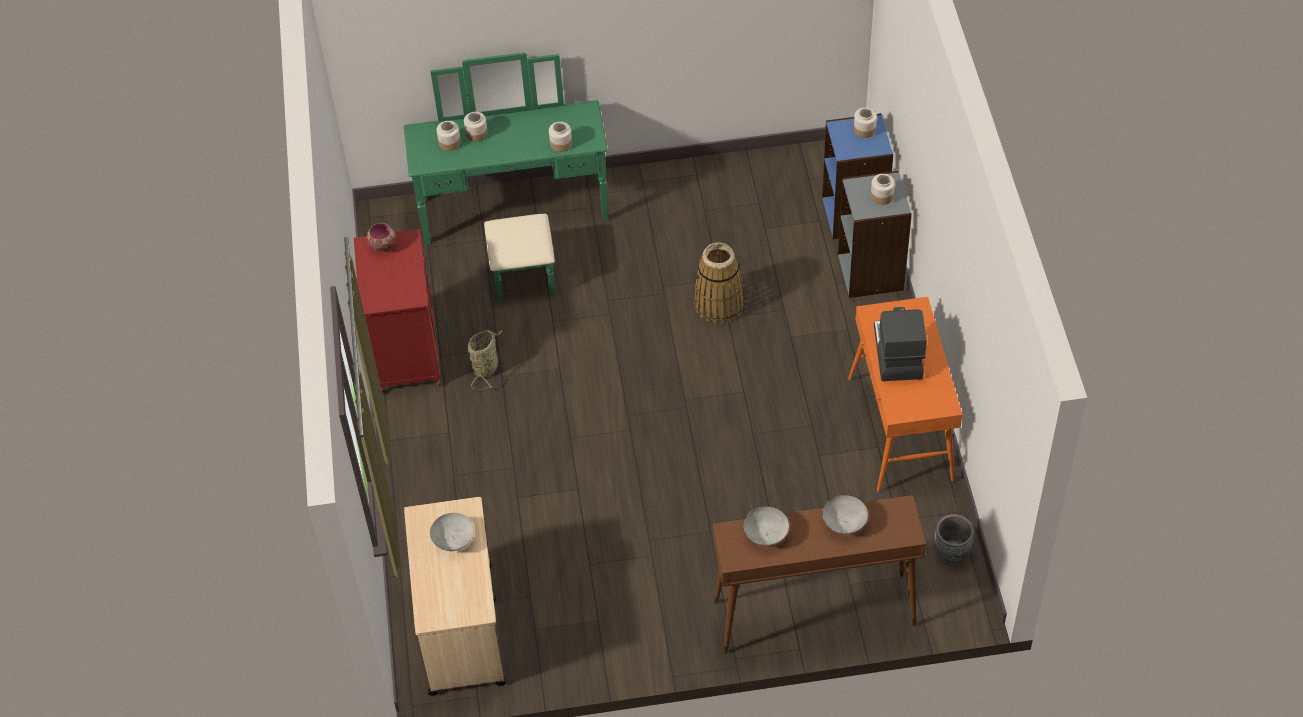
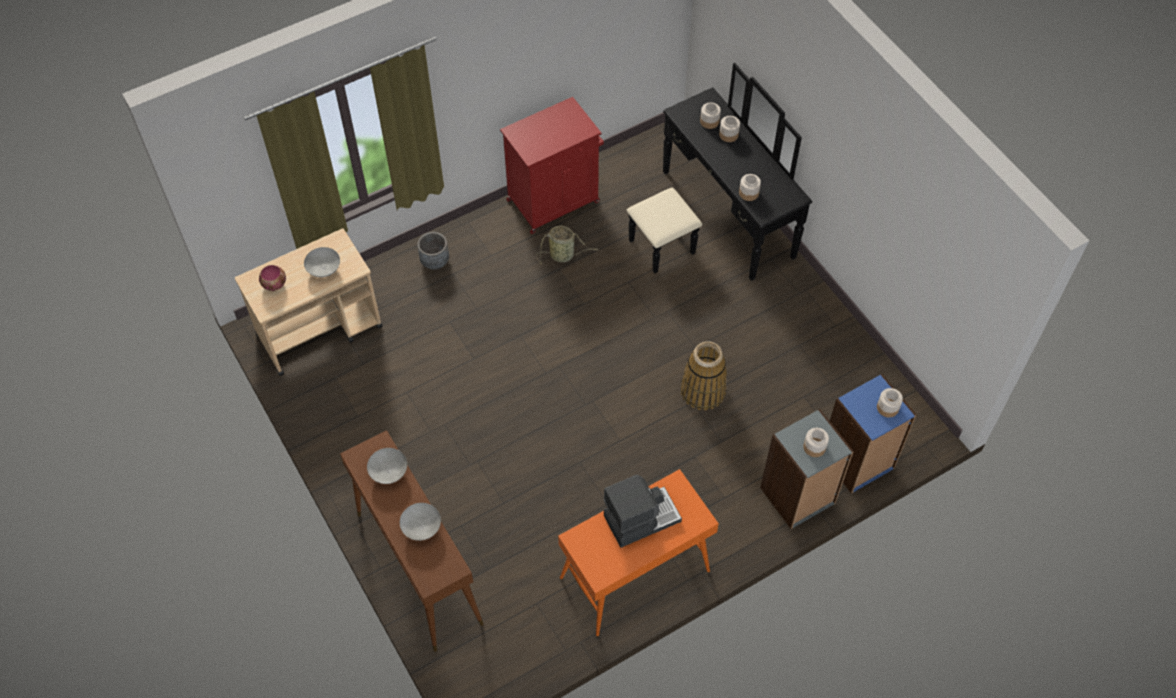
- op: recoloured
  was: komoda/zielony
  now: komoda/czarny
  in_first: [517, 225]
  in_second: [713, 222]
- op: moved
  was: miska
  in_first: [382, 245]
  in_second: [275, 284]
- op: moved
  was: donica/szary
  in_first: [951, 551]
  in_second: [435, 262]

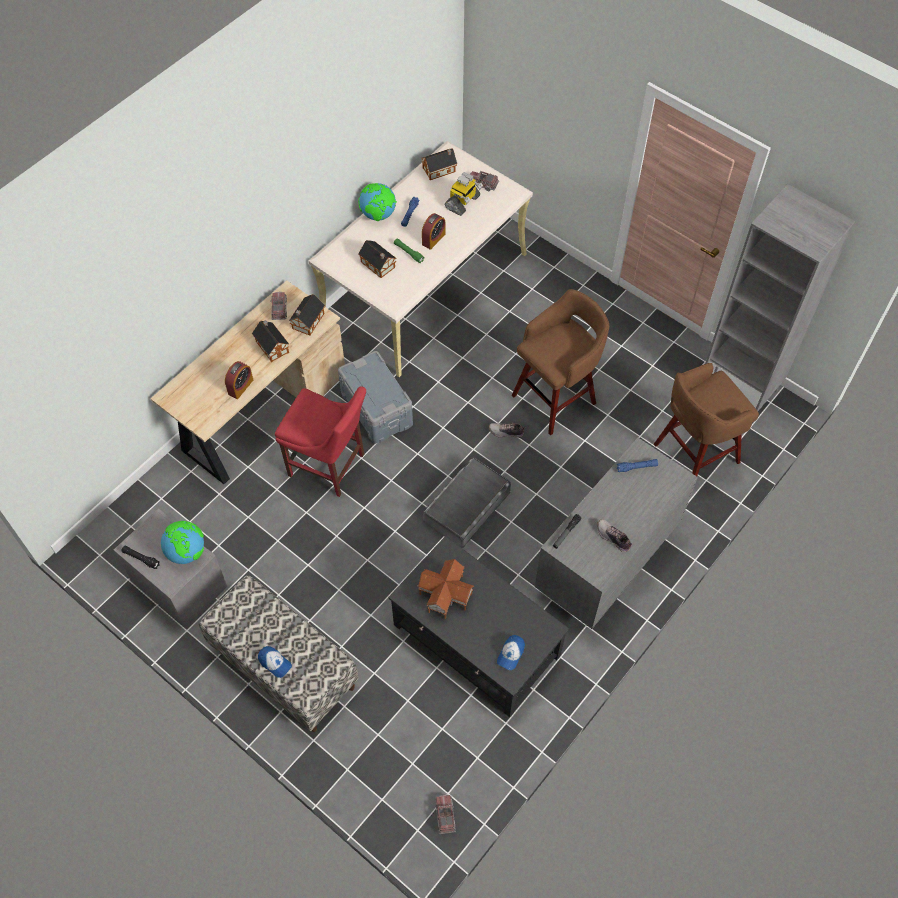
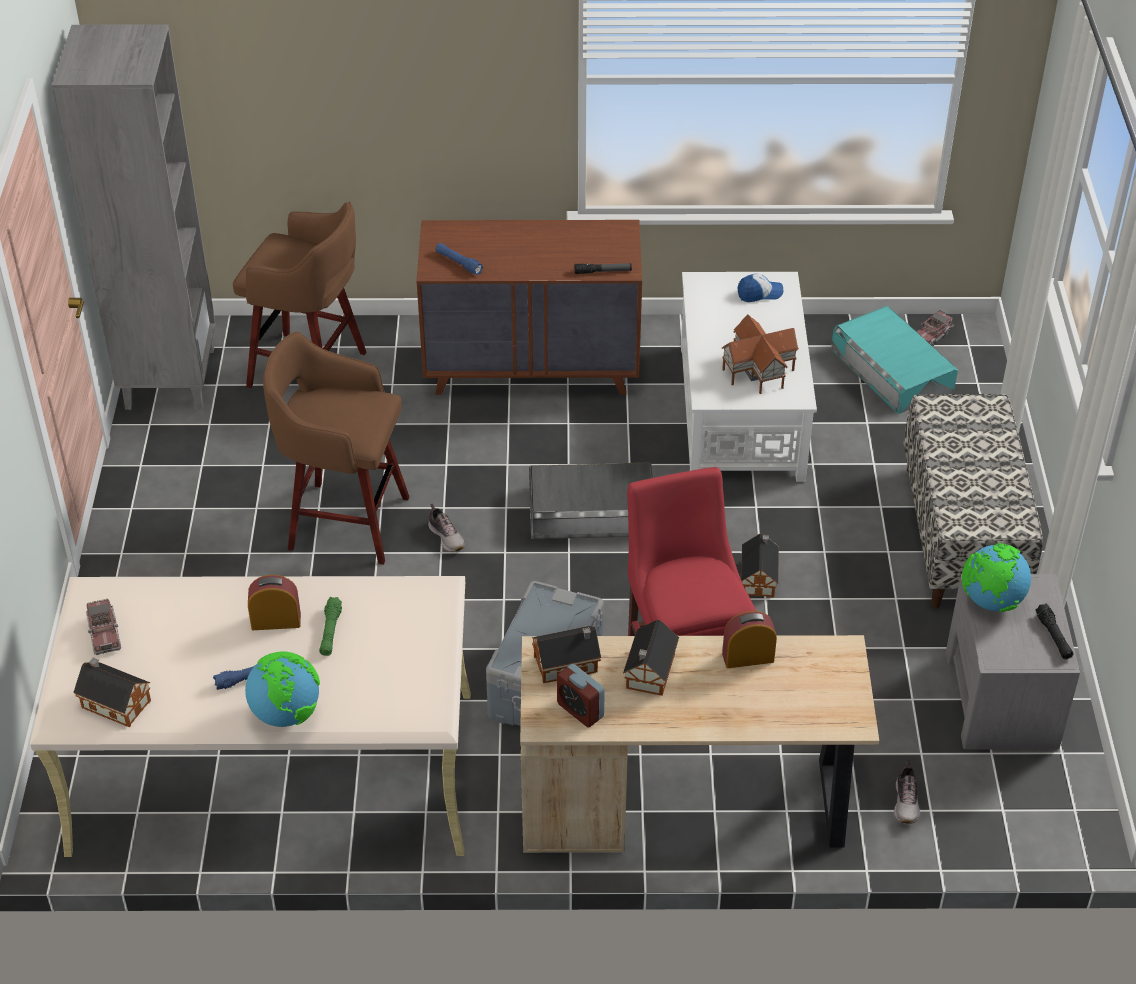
- op: removed
  was: robot zabawkowy
  in_first: [463, 202]
- op: moved
  was: domek
  in_first: [378, 265]
  in_second: [759, 577]
- op: replaced
  was: ciężarówka zabawkowa
  now: budzik
  in_first: [279, 309]
  in_second: [580, 710]
- op: recoloured
  was: komoda/szary
  now: komoda/brązowy
  in_first: [606, 562]
  in_second: [532, 368]
- op: moved
  was: but
  in_first: [613, 538]
  in_second: [906, 802]
- op: recoloured
  was: ława/czarny
  now: ława/biały
  in_first: [477, 641]
  in_second: [741, 411]
- op: removed
  was: czapka z daszkiem
  in_first: [275, 663]
- op: added
  now: pojemnik do przechowywania/turkusowy
  in_second: [892, 369]

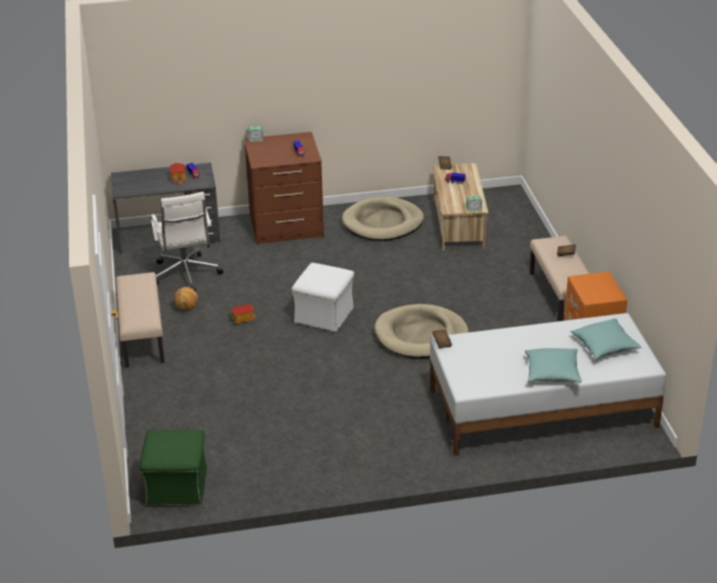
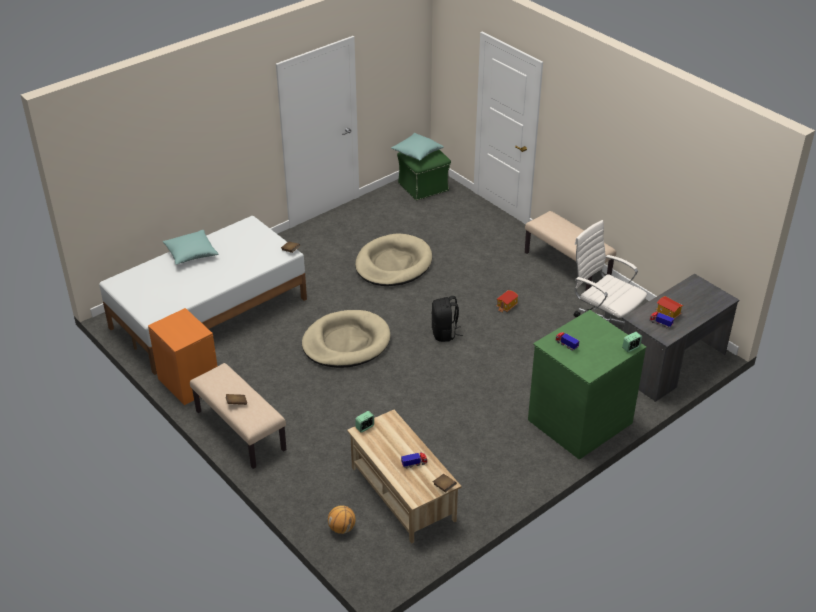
- op: recoloured
  was: komoda/brązowy
  now: komoda/zielony
  in_first: [286, 226]
  in_second: [578, 420]
- op: moved
  was: legowisko/beżowy
  in_first: [383, 223]
  in_second: [393, 264]
- op: replaced
  was: pufa/biały
  now: plecak/czarny
  in_first: [324, 315]
  in_second: [444, 333]
- op: moved
  was: piłka do koszykówki
  in_first: [186, 308]
  in_second: [342, 528]
- op: moved
  was: poduszka/turkusowy
  in_first: [604, 346]
  in_second: [417, 153]

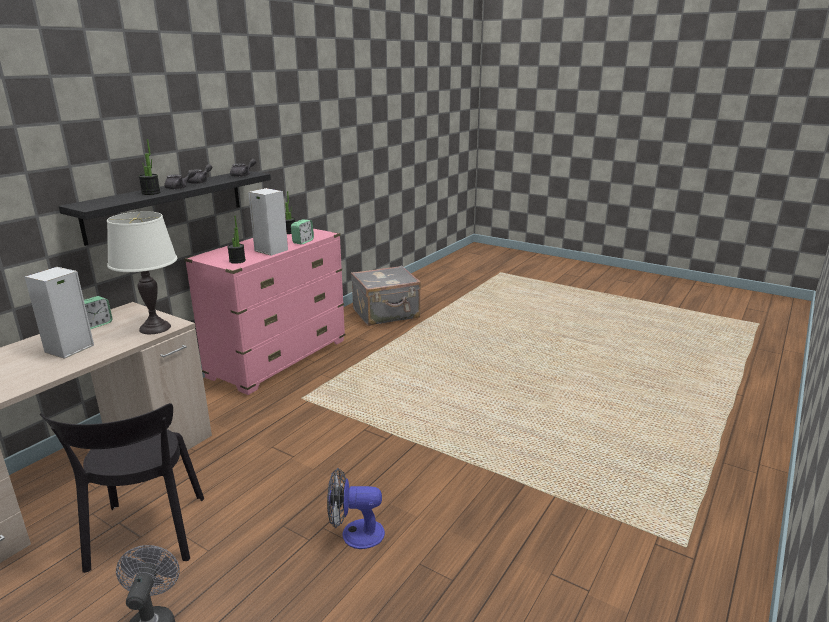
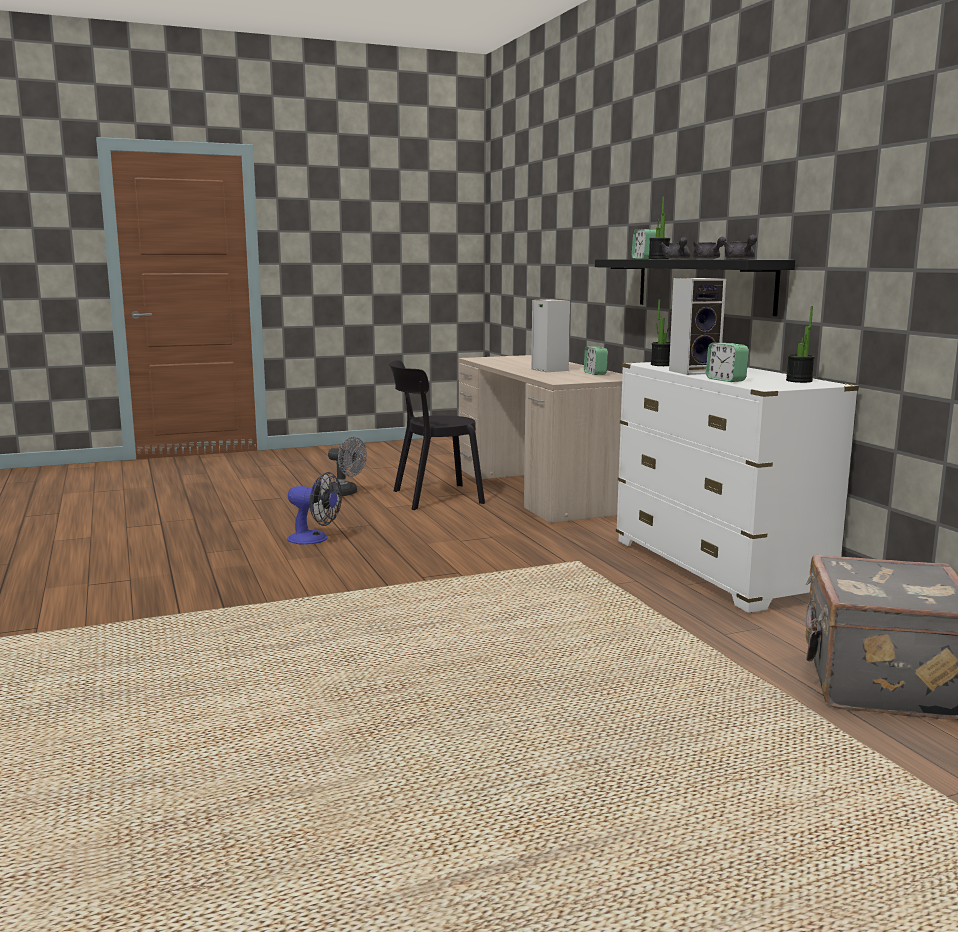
- op: removed
  was: lampa stołowa/biały
  in_first: [155, 328]
- op: recoloured
  was: komoda/różowy
  now: komoda/biały
  in_first: [279, 359]
  in_second: [716, 569]
- op: turned
  was: krzesło/czarny
  in_first: [146, 536]
  in_second: [433, 497]
  clockwise: -45
- op: turned
  was: wentylator
  in_first: [355, 534]
  in_second: [314, 539]
  clockwise: 75
- op: added
  now: budzik
  in_second: [644, 259]

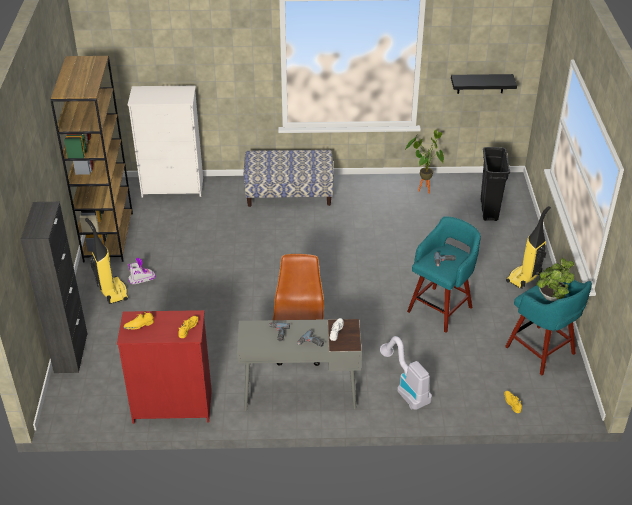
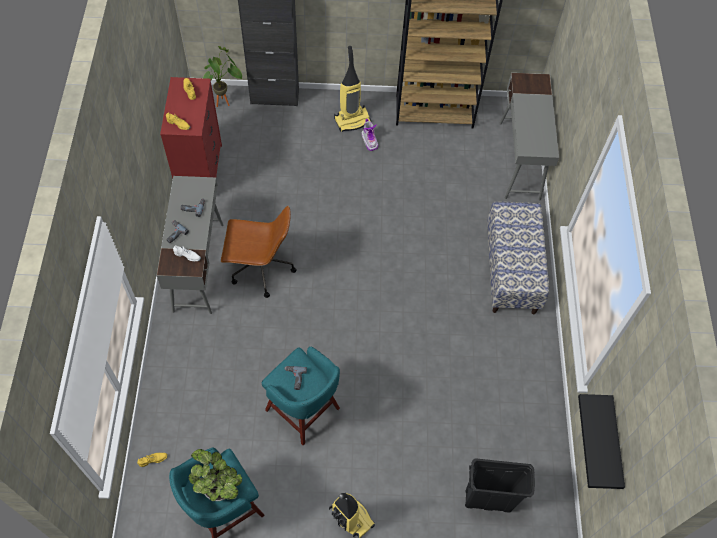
- op: replaced
  was: komoda/biały
  now: biurko/szary
  in_first: [173, 188]
  in_second: [519, 161]
- op: moved
  was: roślina doniczkowa
  in_first: [423, 188]
  in_second: [226, 102]
- op: removed
  was: odkurzacz
  in_first: [406, 388]

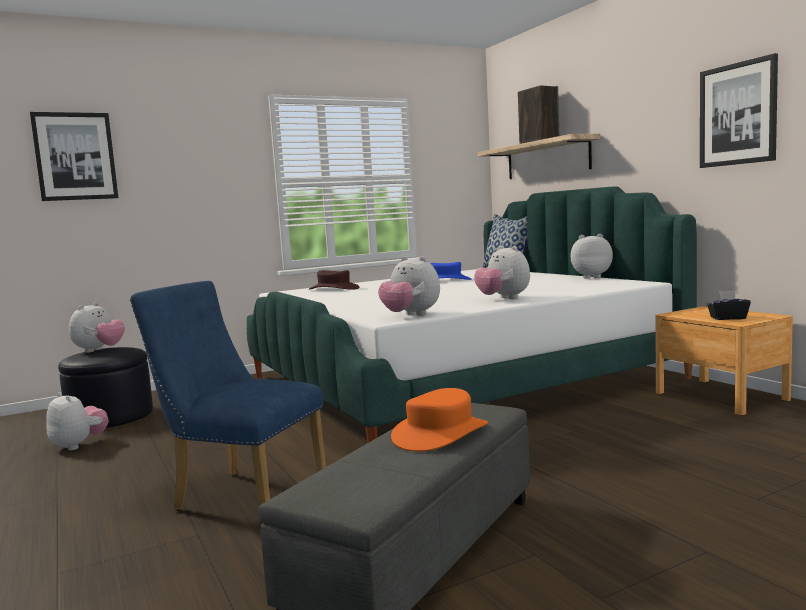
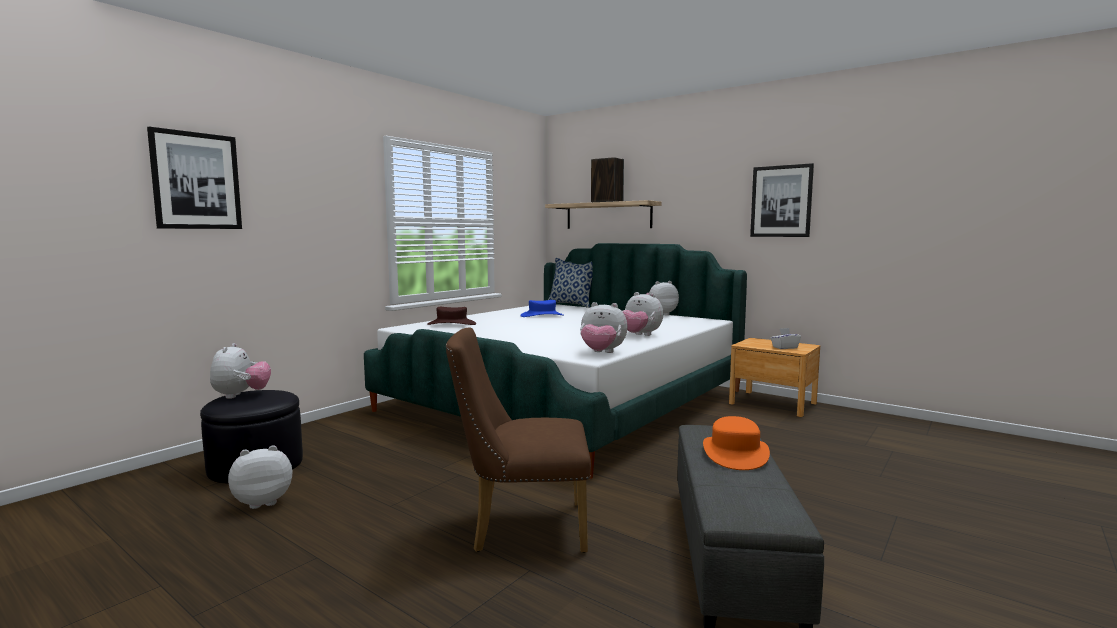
- op: recoloured
  was: krzesło/niebieski
  now: krzesło/brązowy
  in_first: [242, 495]
  in_second: [520, 527]
- op: recoloured
  was: pudełko chusteczek/czarny
  now: pudełko chusteczek/biały
  in_first: [727, 318]
  in_second: [784, 347]
- op: turned
  was: pluszak
  in_first: [79, 445]
  in_second: [263, 501]
  clockwise: -45

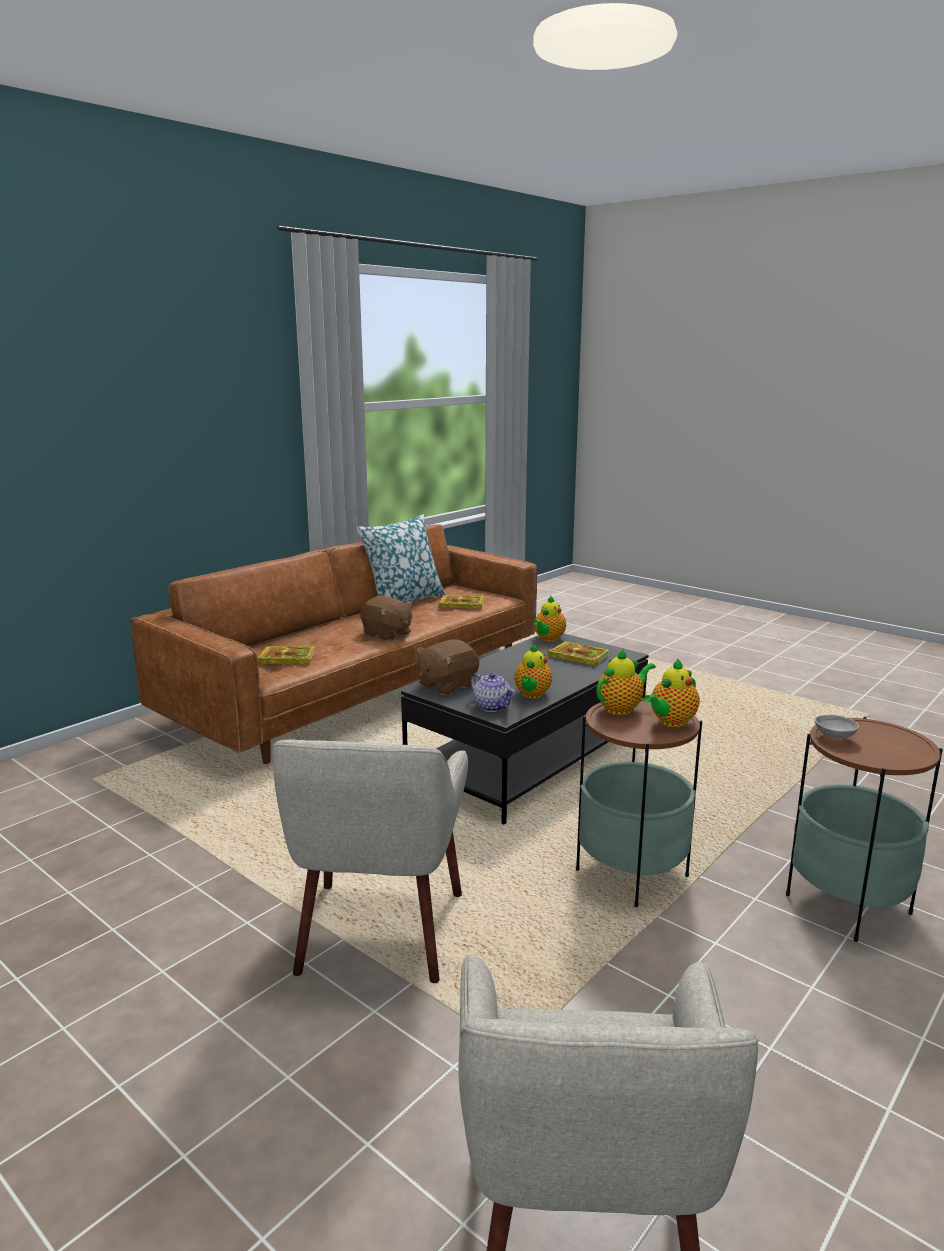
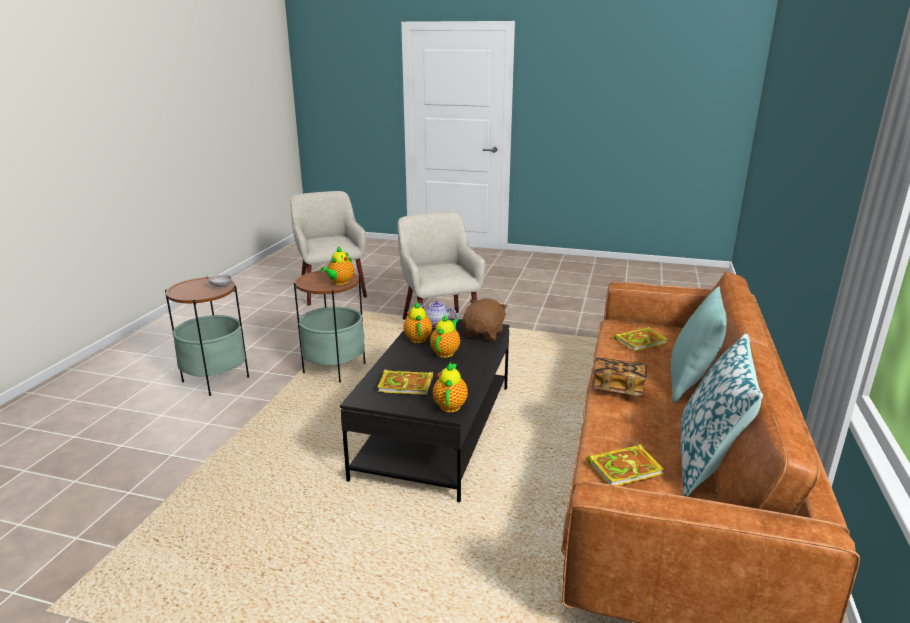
- op: replaced
  was: pluszak/brązowy
  now: książka
  in_first: [387, 634]
  in_second: [617, 388]
- op: moved
  was: imbryk
  in_first: [671, 722]
  in_second: [446, 352]
- op: added
  now: poduszka/turkusowy
  in_second: [691, 383]

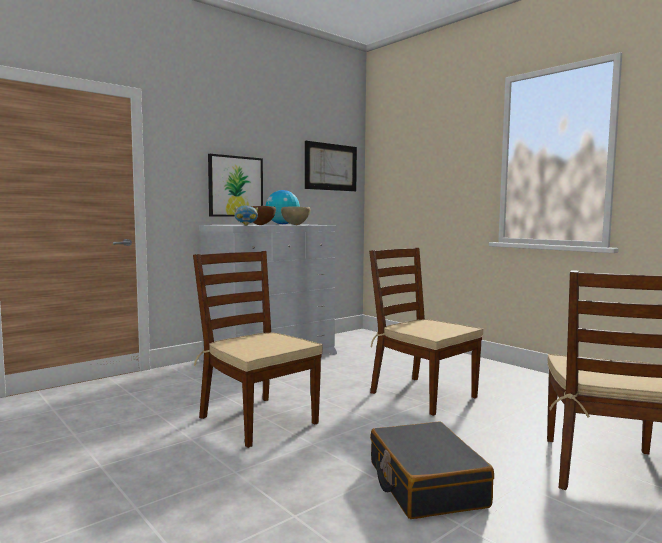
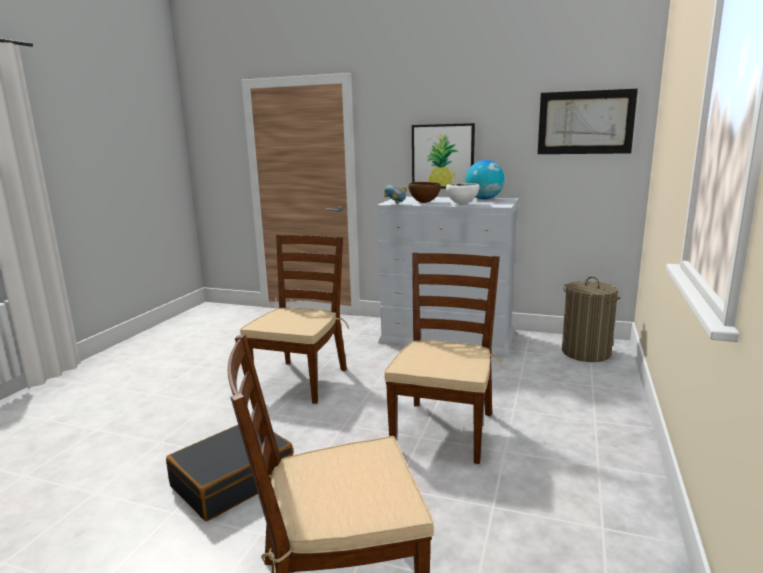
- op: recoloured
  was: miska/brązowy
  now: miska/biały
  in_first: [295, 225]
  in_second: [462, 204]
- op: added
  now: kosz na pranie
  in_second: [585, 353]

